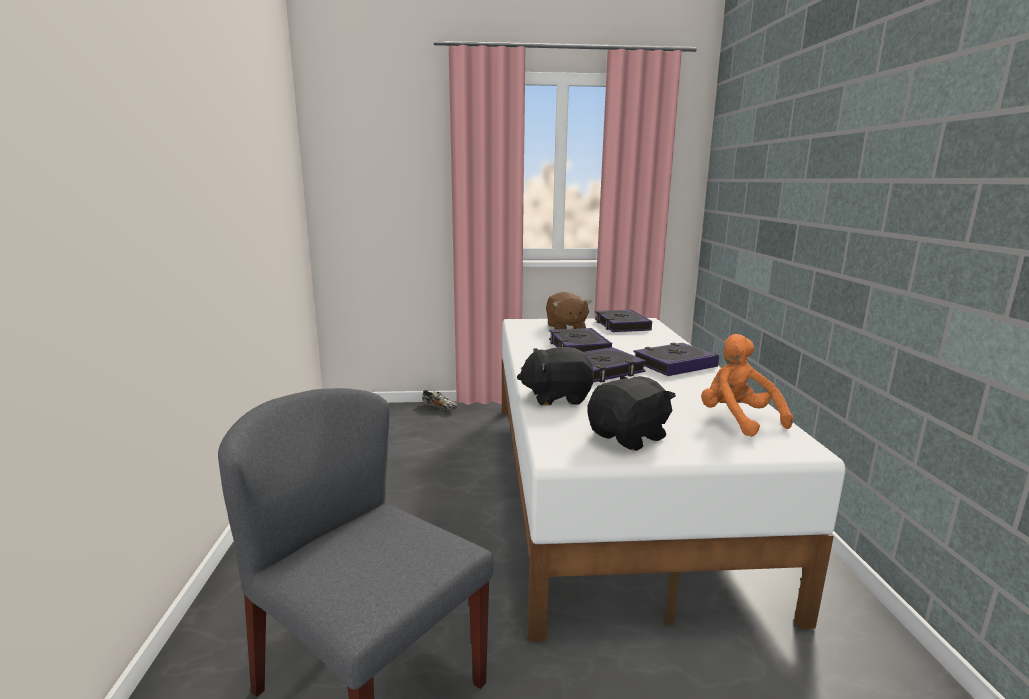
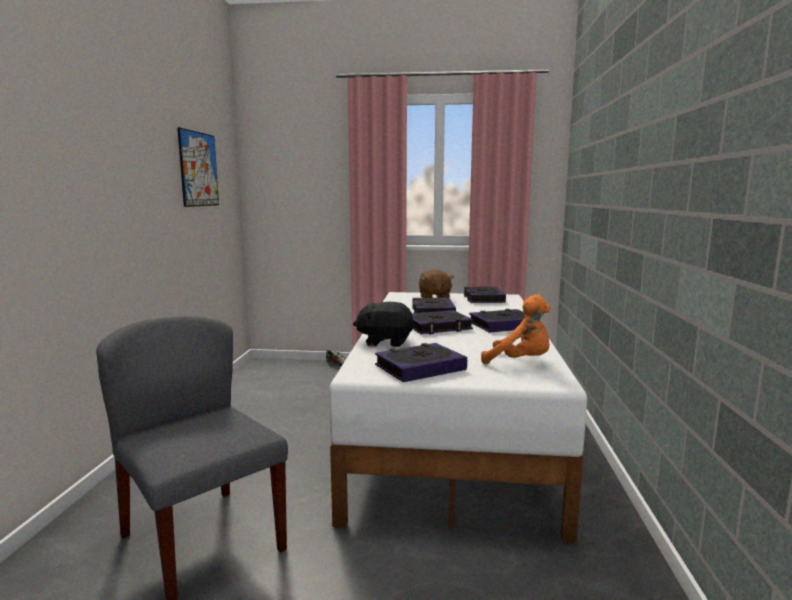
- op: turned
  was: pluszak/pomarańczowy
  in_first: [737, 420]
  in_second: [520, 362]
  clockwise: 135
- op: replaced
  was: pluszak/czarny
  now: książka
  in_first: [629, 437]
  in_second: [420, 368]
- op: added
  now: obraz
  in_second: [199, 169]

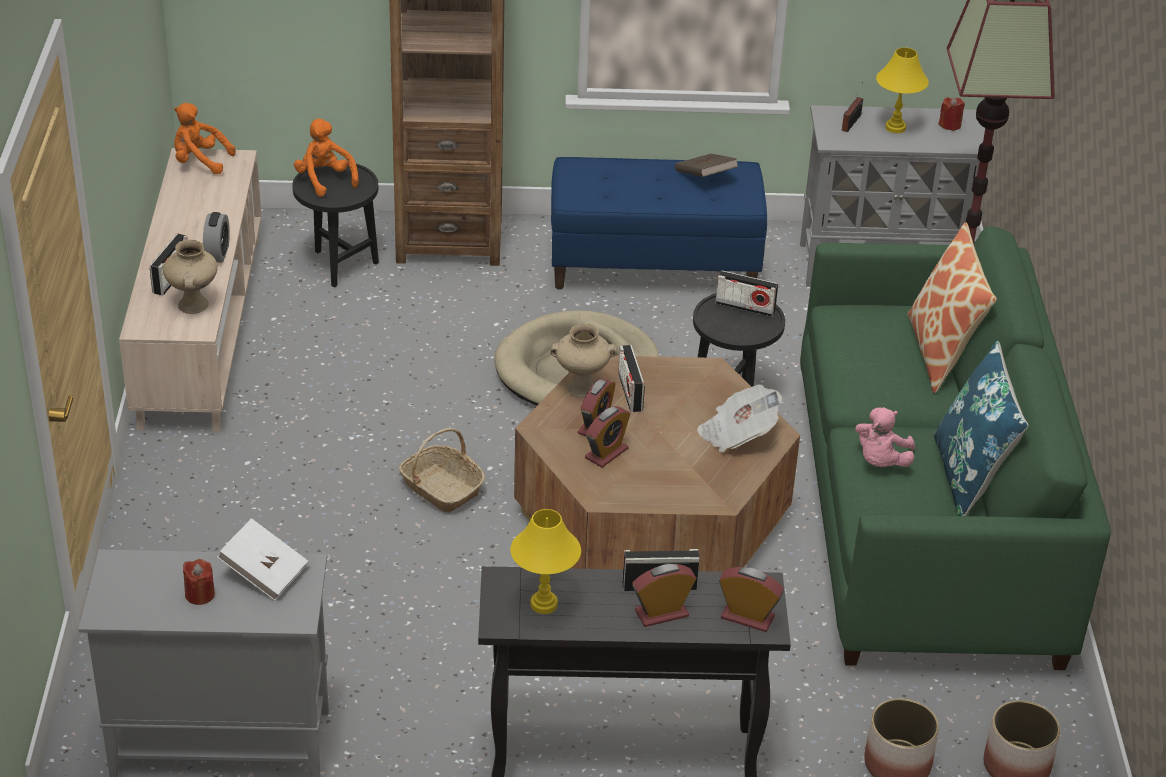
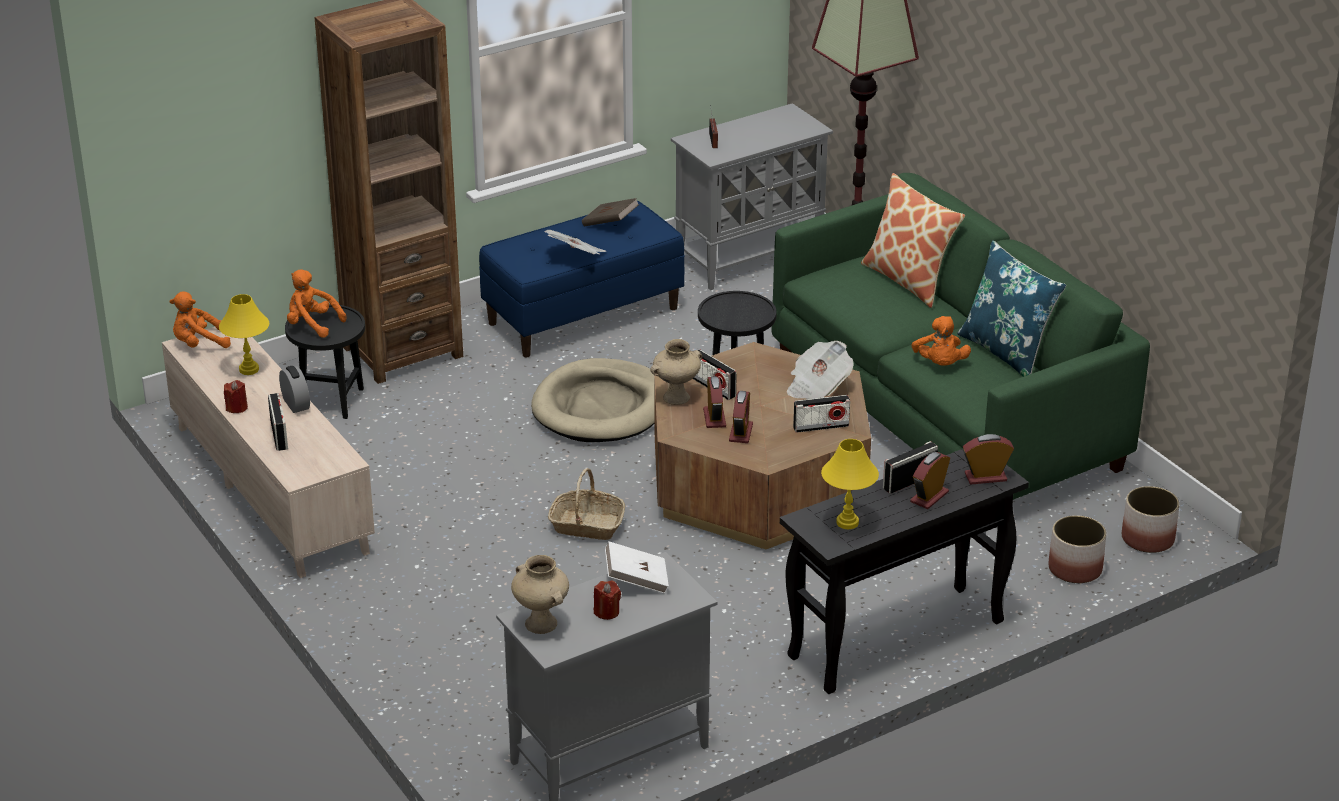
- op: moved
  was: lampa stołowa/żółty
  in_first: [895, 128]
  in_second: [249, 370]
- op: moved
  was: świeca/czerwony
  in_first: [950, 125]
  in_second: [237, 408]
- op: moved
  was: wazon/beżowy
  in_first: [194, 305]
  in_second: [542, 623]
- op: moved
  was: radio
  in_first: [745, 307]
  in_second: [821, 426]
- op: recoloured
  was: pluszak/różowy
  now: pluszak/pomarańczowy
  in_first: [881, 462]
  in_second: [940, 364]
- op: added
  now: gazeta
  in_second: [576, 257]

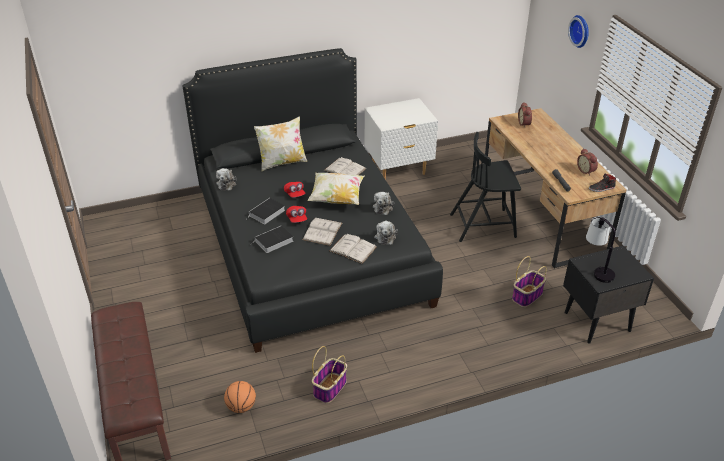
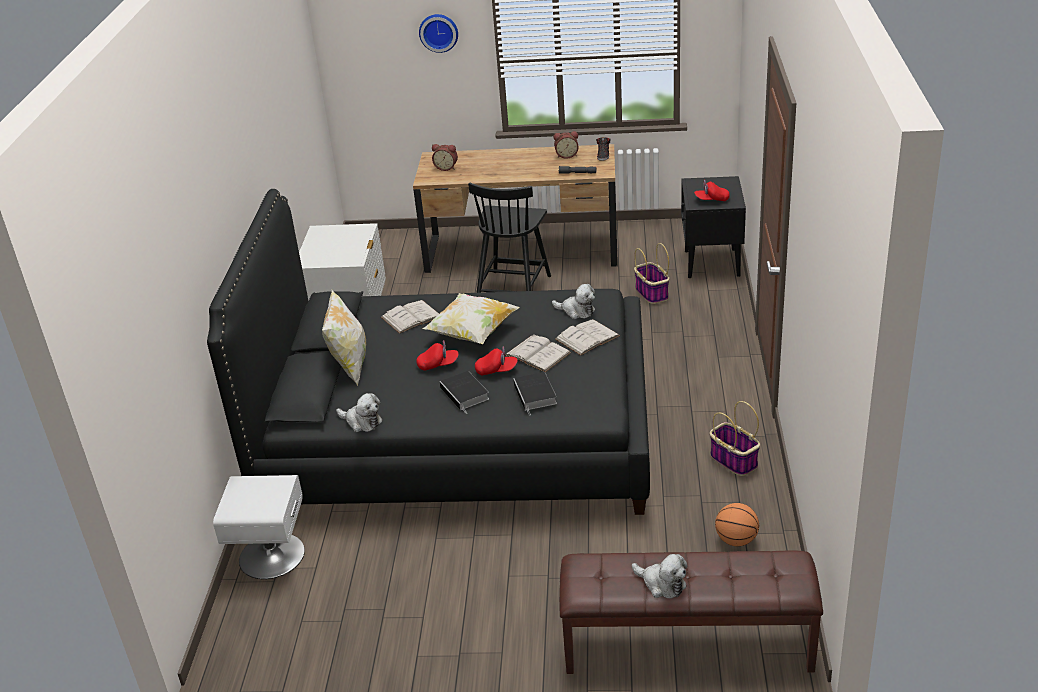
- op: moved
  was: pluszak
  in_first: [383, 207]
  in_second: [662, 584]
- op: replaced
  was: lampa stołowa
  now: czapka z daszkiem/czerwony
  in_first: [597, 270]
  in_second: [711, 200]
- op: added
  now: szafka nocna/biały
  in_second: [270, 555]

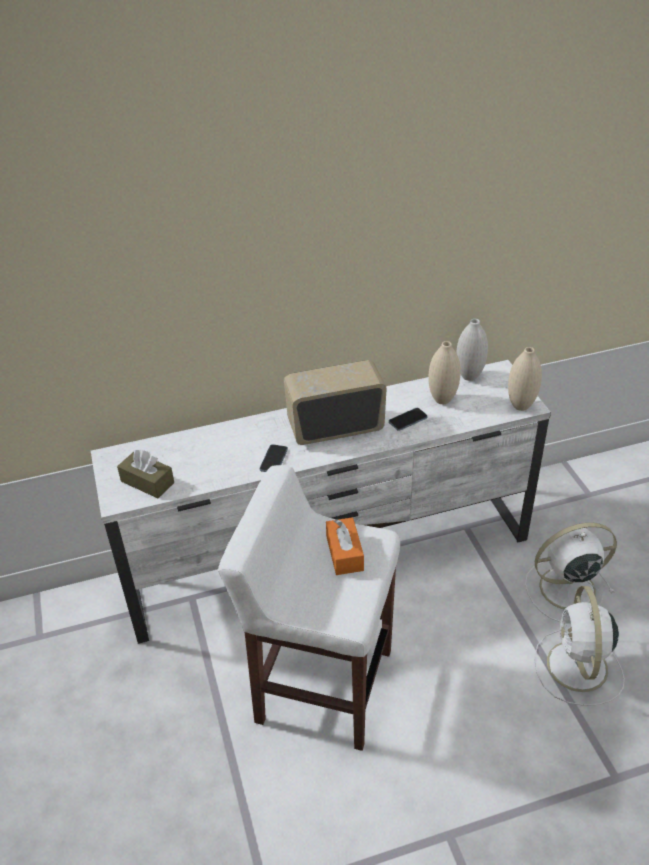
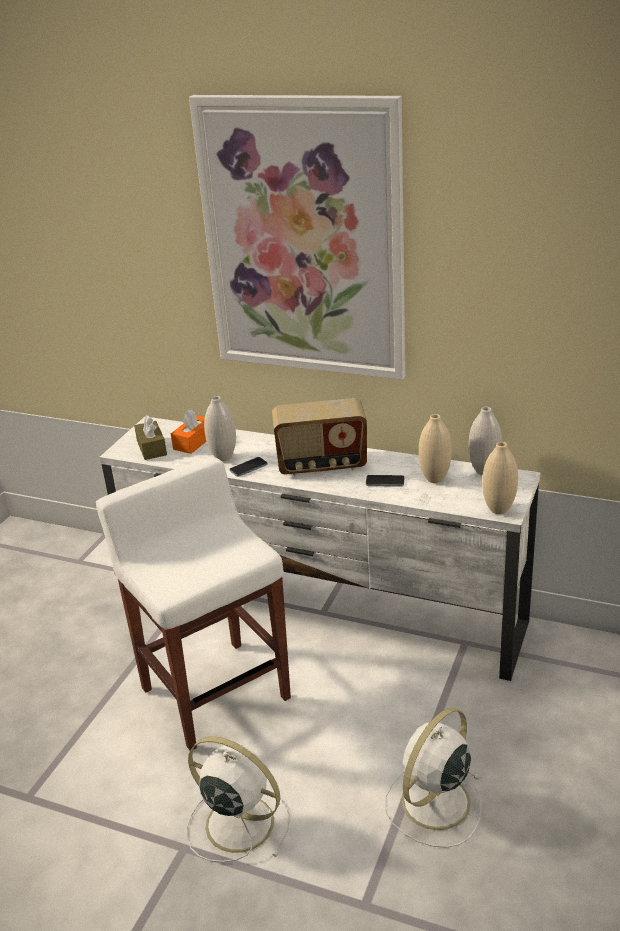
- op: turned
  was: radio
  in_first: [335, 427]
  in_second: [321, 465]
  clockwise: 150
- op: moved
  was: pudełko chusteczek/pomarańczowy
  in_first: [344, 553]
  in_second: [194, 442]
- op: moved
  was: wentylator/biały
  in_first: [564, 589]
  in_second: [237, 822]
- op: added
  now: obraz
  in_second: [303, 240]
- op: added
  now: wazon/biały
  in_second: [223, 457]

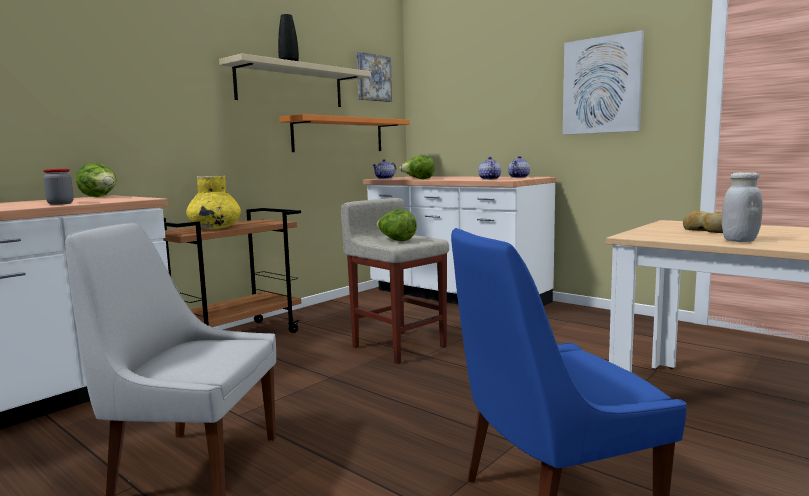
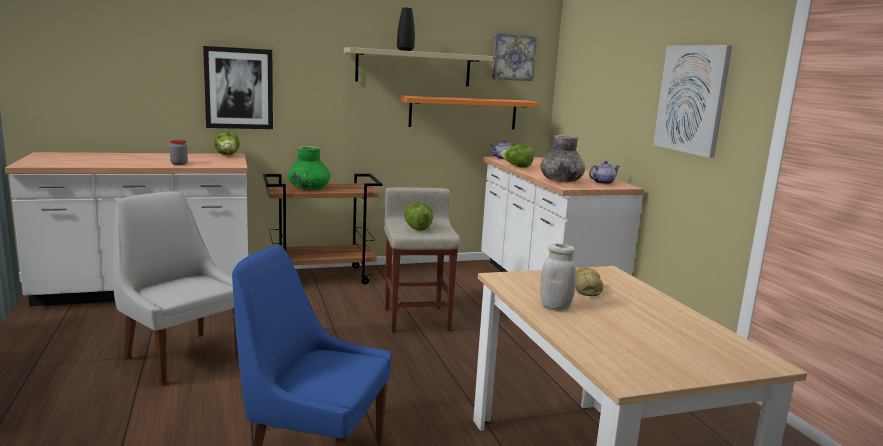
- op: replaced
  was: imbryk
  now: wazon/szary
  in_first: [489, 179]
  in_second: [560, 181]
- op: recoloured
  was: wazon/żółty
  now: wazon/zielony
  in_first: [214, 228]
  in_second: [309, 189]
- op: added
  now: obraz
  in_second: [239, 88]

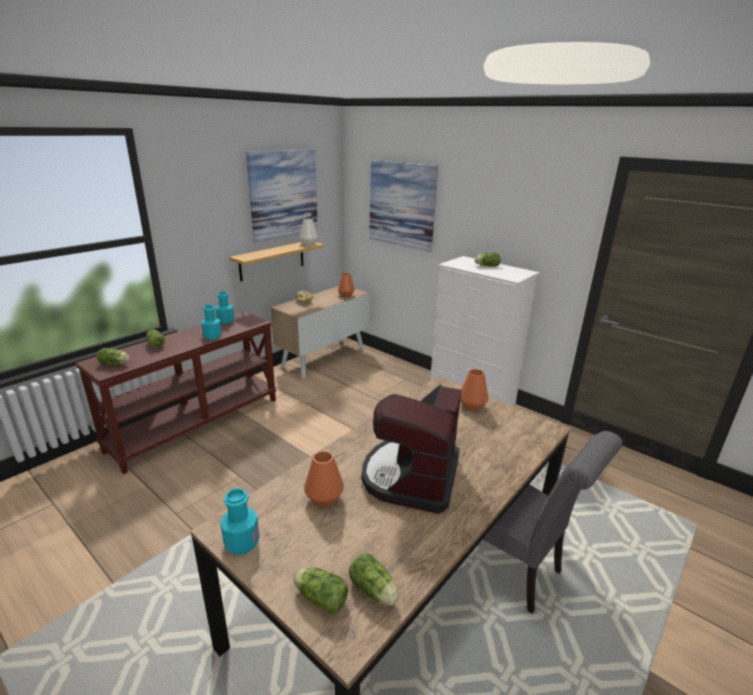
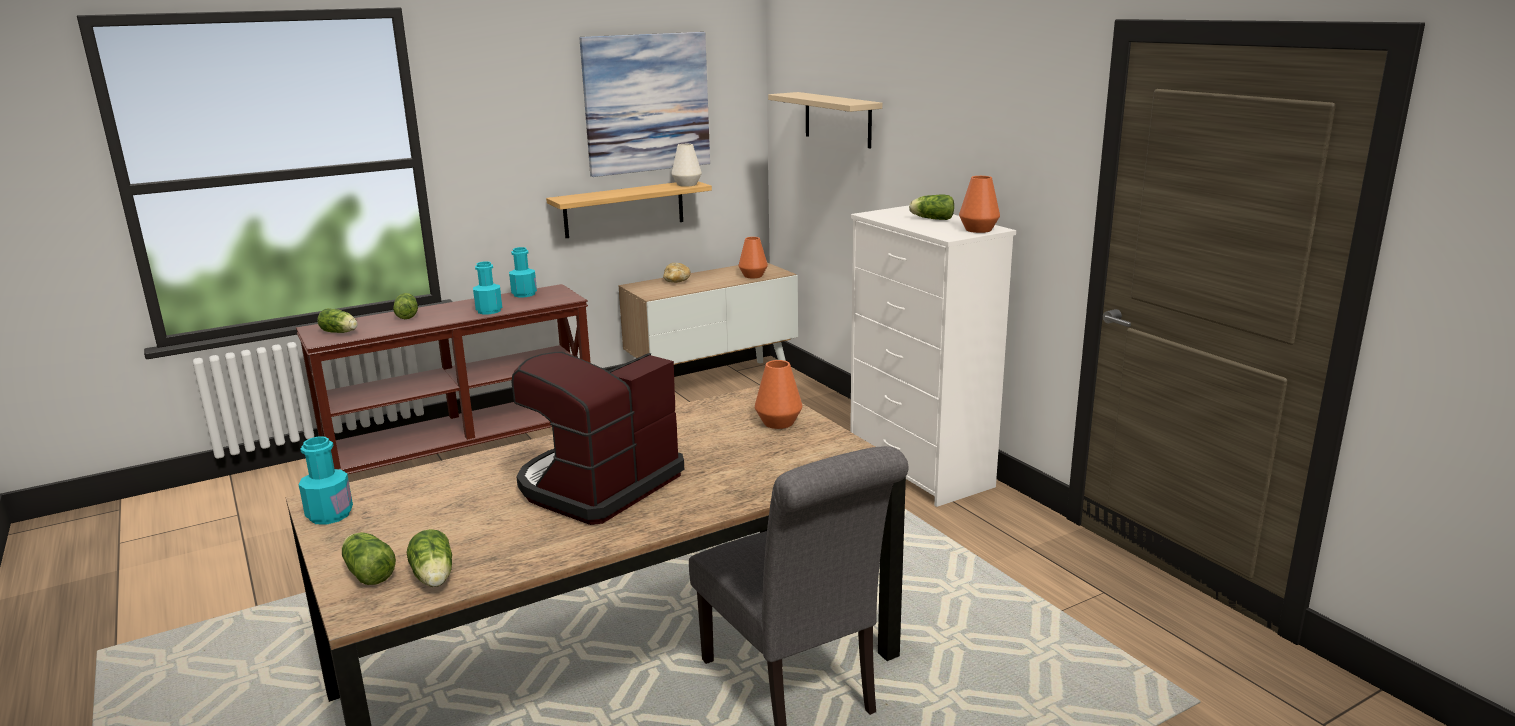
- op: replaced
  was: obraz
  now: półka/beżowy
  in_first: [402, 204]
  in_second: [837, 119]
- op: moved
  was: wazon/pomarańczowy
  in_first: [324, 498]
  in_second: [978, 230]

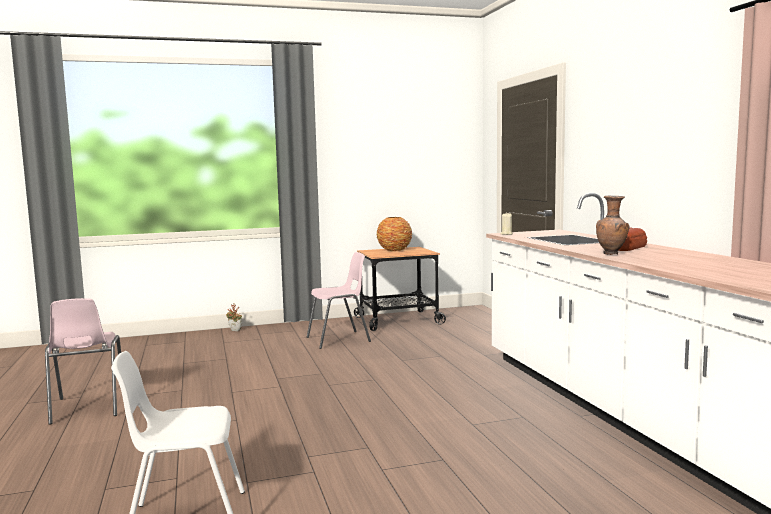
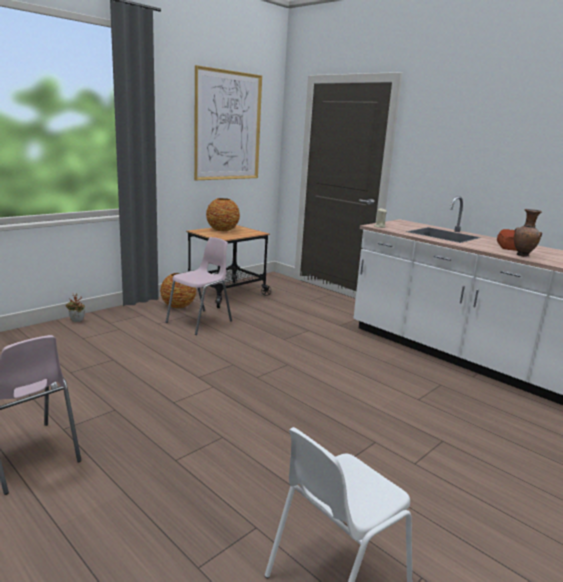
- op: added
  now: obraz
  in_second: [228, 126]
- op: added
  now: wazon
  in_second: [178, 306]

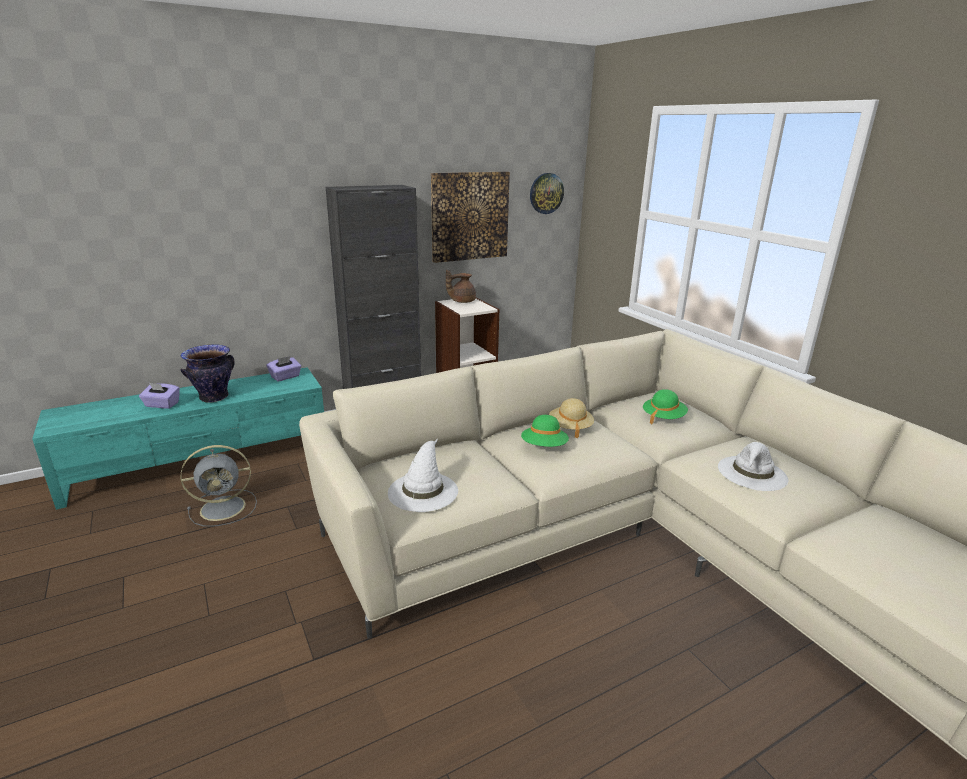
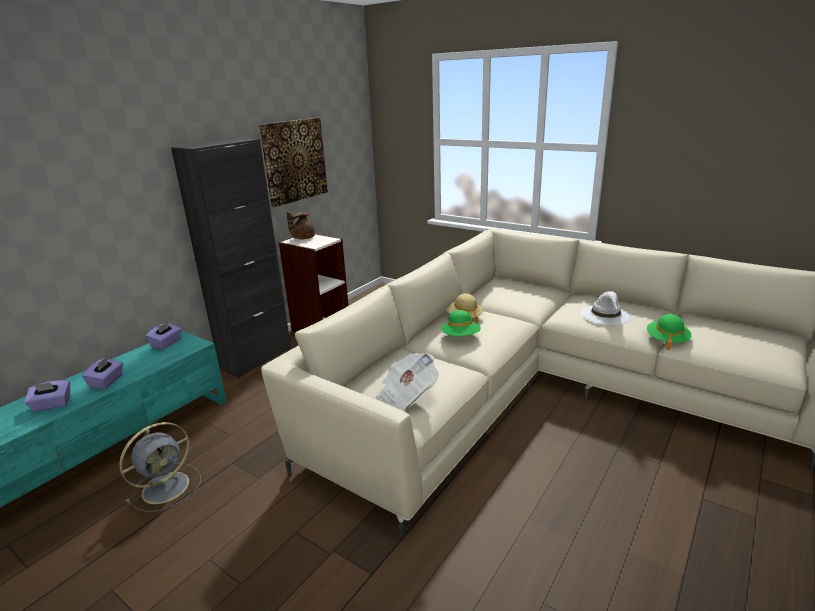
- op: removed
  was: zegar ścienny
  in_first: [546, 193]
- op: replaced
  was: wazon
  now: pudełko chusteczek/fioletowy
  in_first: [214, 397]
  in_second: [107, 382]
- op: moved
  was: kapelusz/zielony
  in_first: [663, 417]
  in_second: [666, 340]
- op: replaced
  was: kapelusz/biały
  now: gazeta
  in_first: [423, 490]
  in_second: [405, 396]

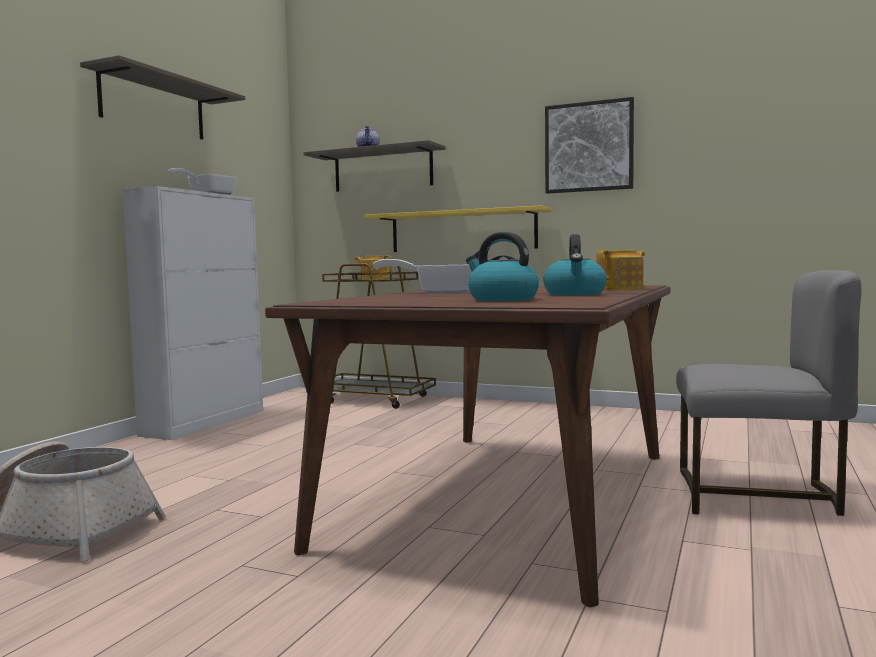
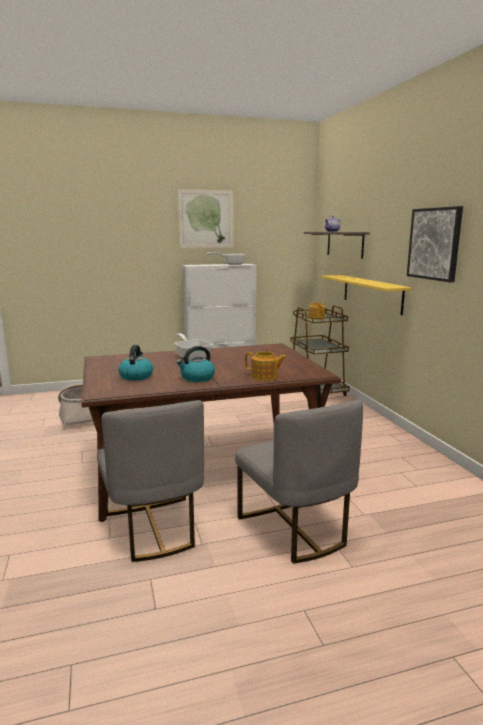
- op: replaced
  was: półka
  now: obraz
  in_first: [153, 106]
  in_second: [206, 219]
- op: added
  now: krzesło/szary
  in_second: [153, 529]

